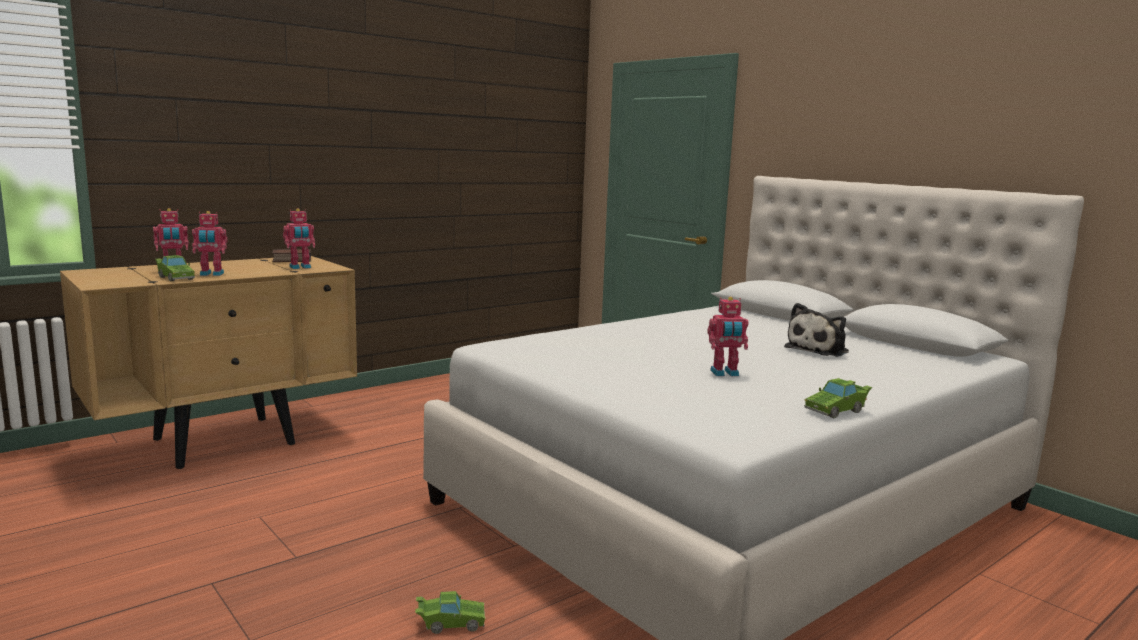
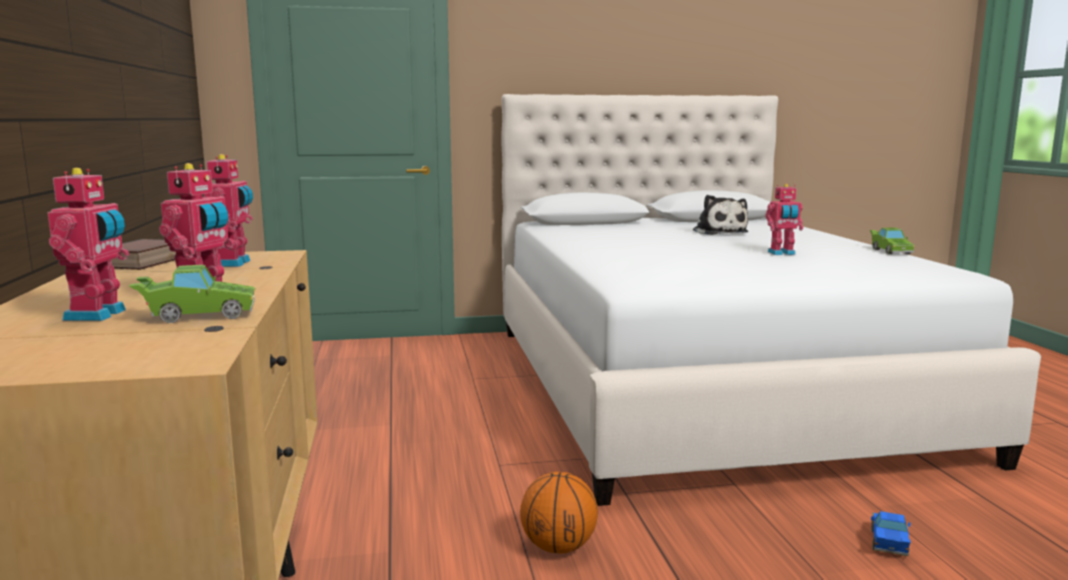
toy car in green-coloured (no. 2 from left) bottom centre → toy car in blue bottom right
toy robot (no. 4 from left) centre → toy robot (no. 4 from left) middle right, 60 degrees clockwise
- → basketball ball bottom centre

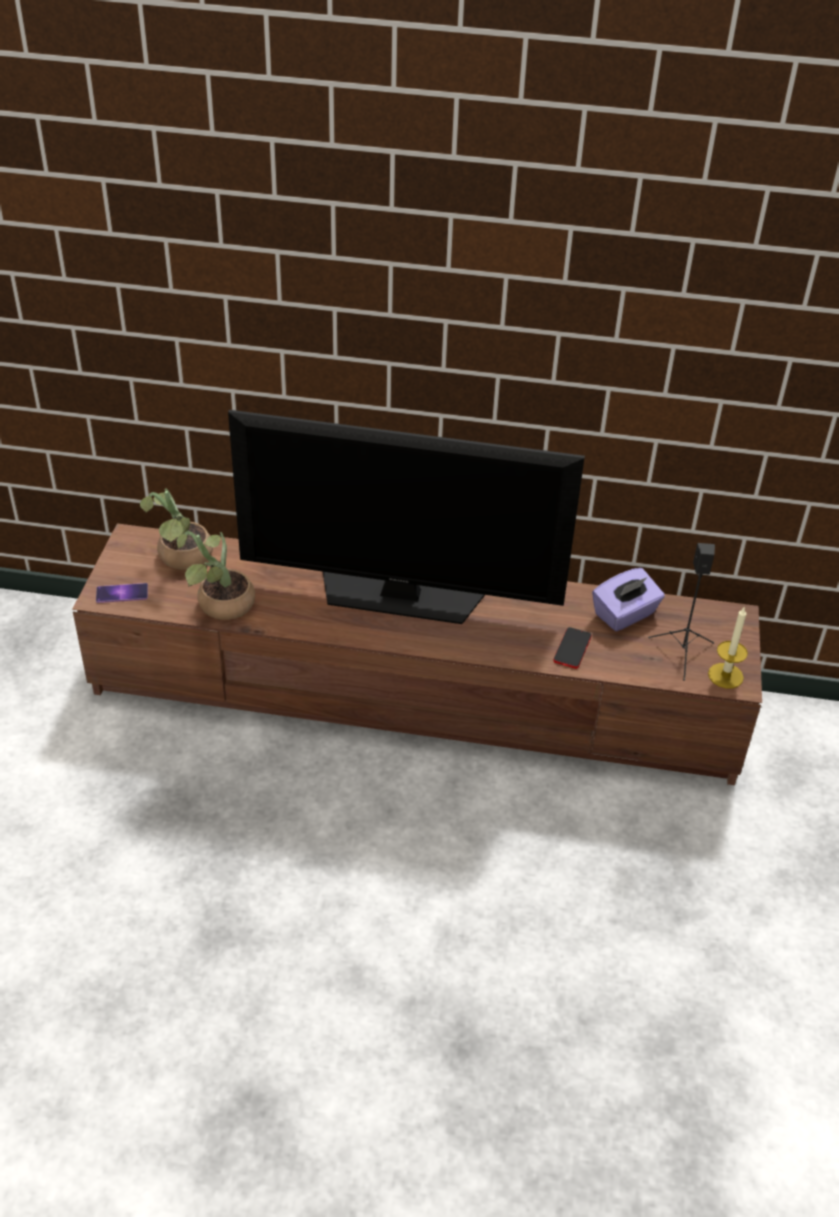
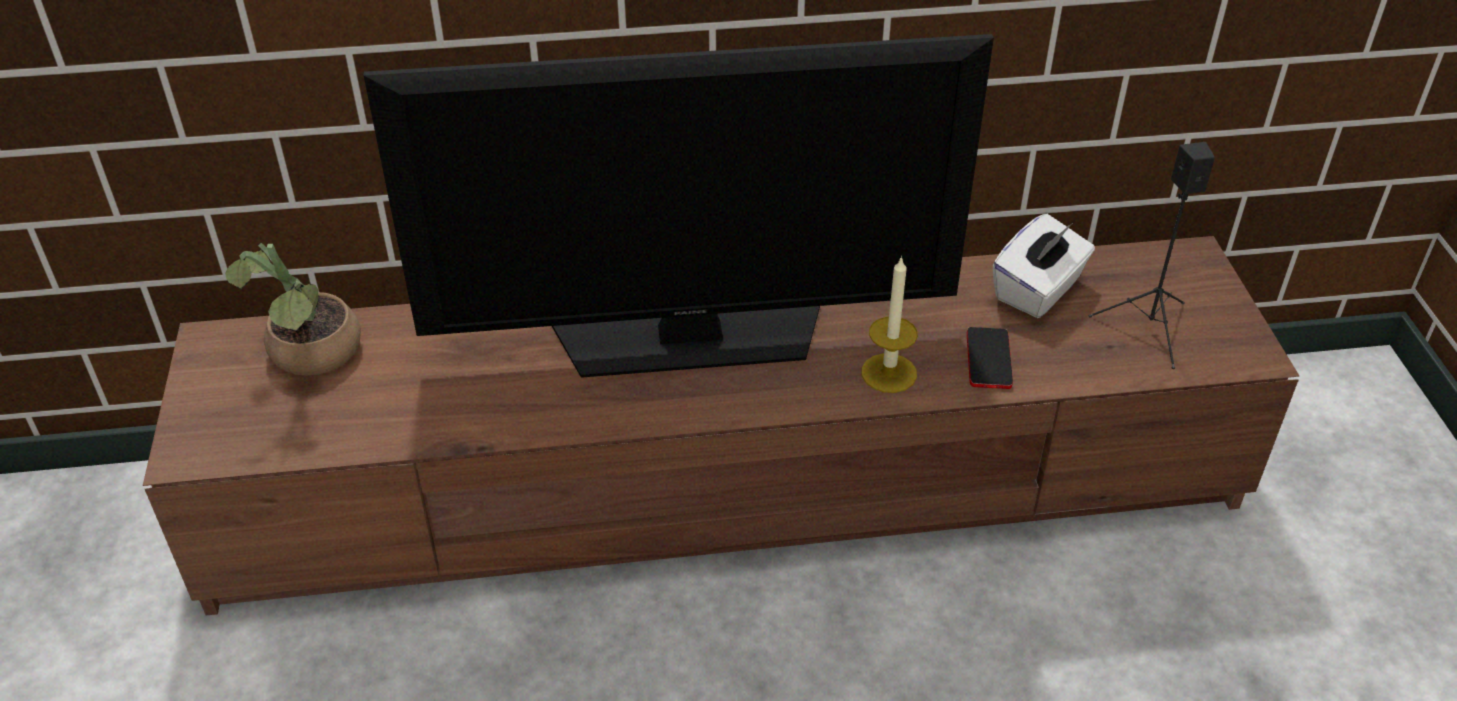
telephone (no. 1 from left) middle left → -
houseplant (no. 2 from left) middle left → -
tissue box in purple middle right → tissue box in whitish middle right
candle middle right → candle centre, shifted

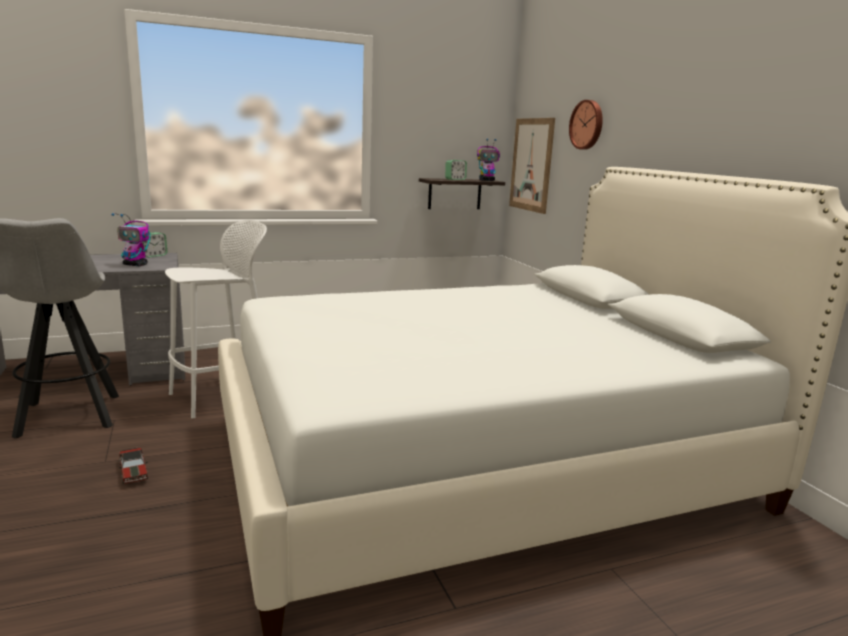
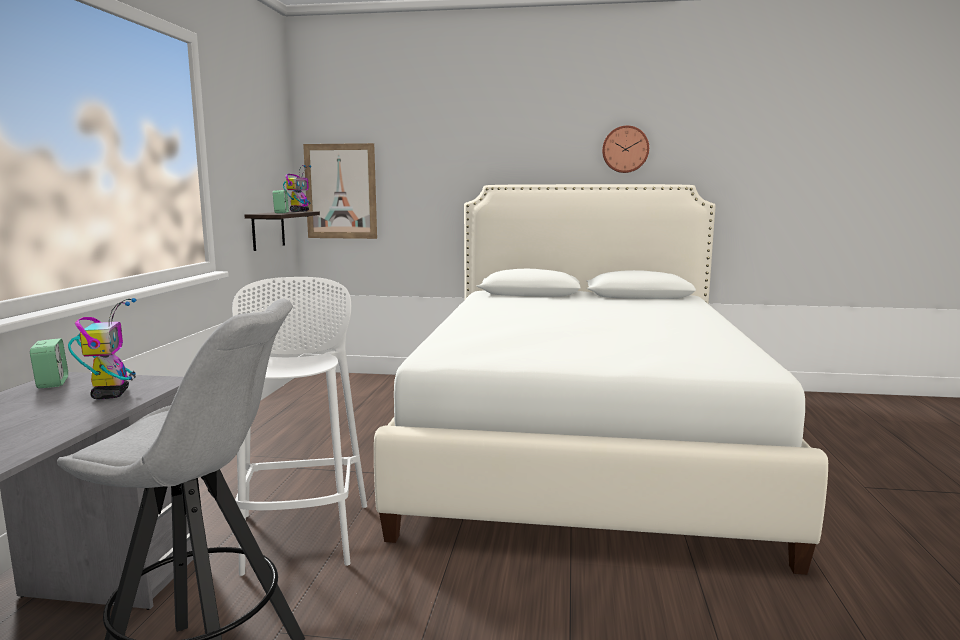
toy robot (no. 1 from left) middle left, 60 degrees counterclockwise
toy car bottom left → -
wall clock top right → wall clock top centre, shifted

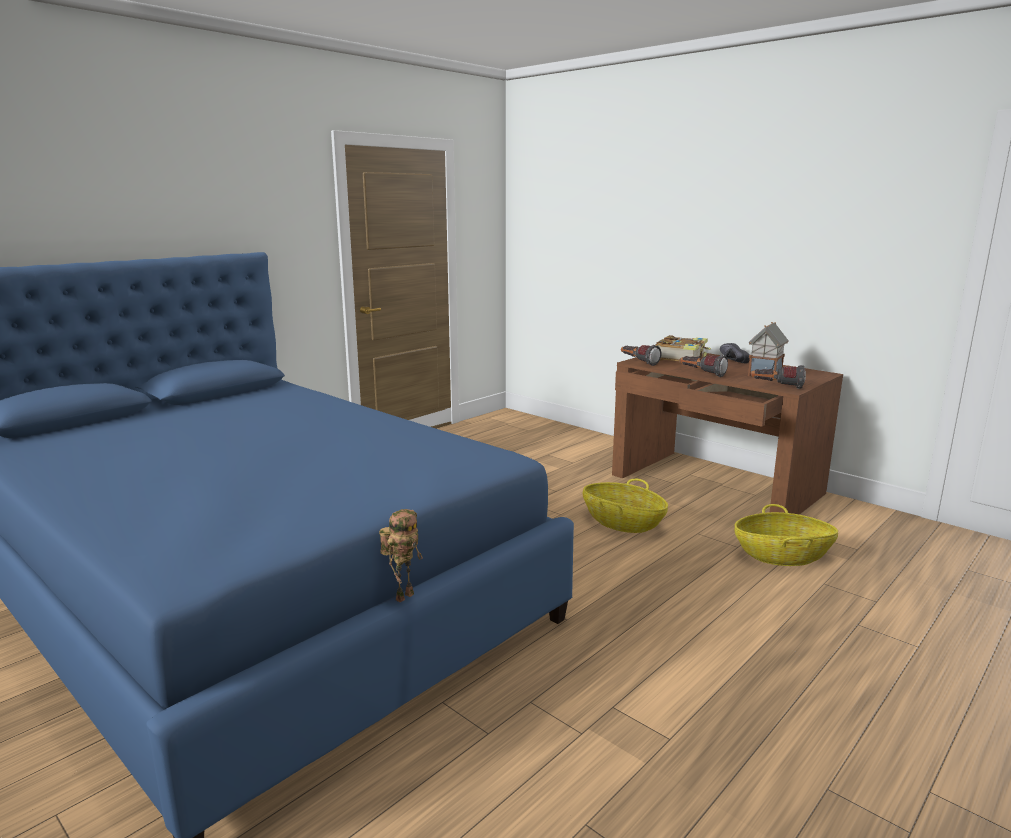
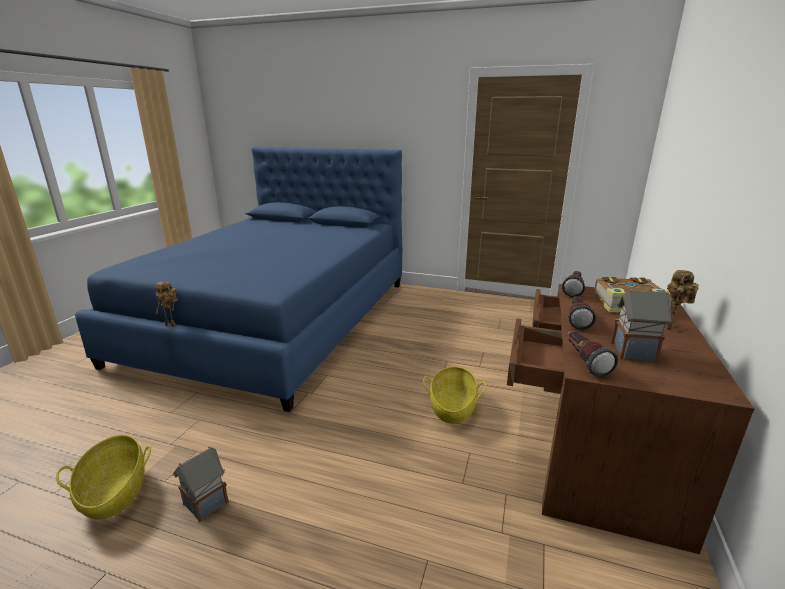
low shoe in blackish middle right → toy robot (no. 2 from left) middle right
basket (no. 2 from left in the first image) middle right → basket (no. 1 from left) bottom left, shifted
- → model house (no. 1 from left) bottom left

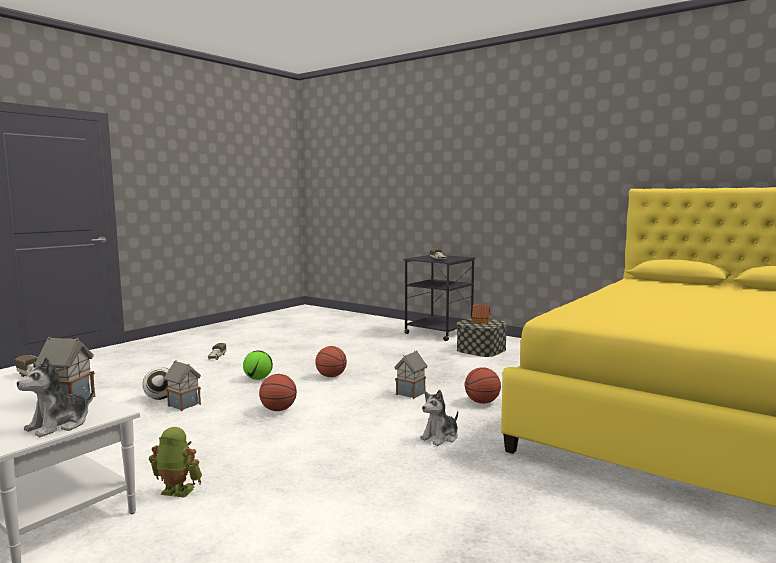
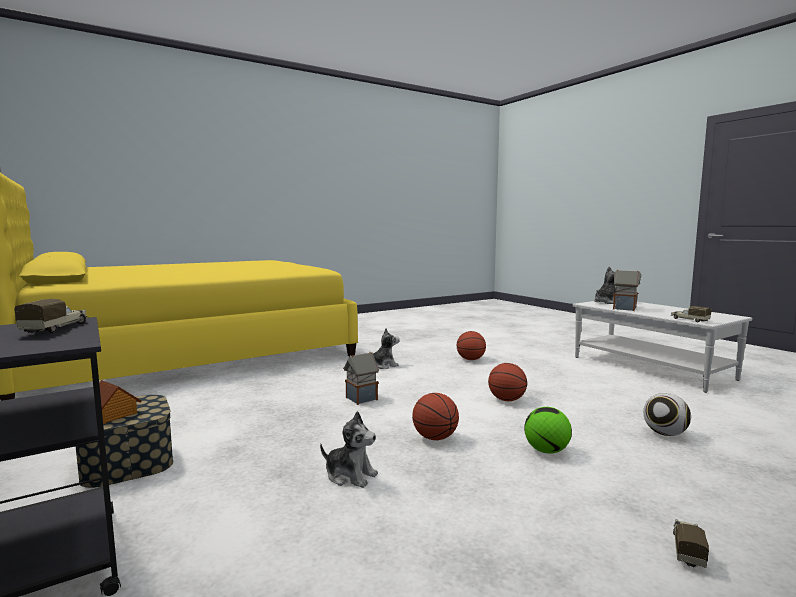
toy robot bottom left → -
model house (no. 2 from left) bottom left → -
basketball ball (no. 3 from left in the first image) bottom centre → basketball ball (no. 2 from left) centre, shifted
- → soft toy (no. 1 from left) bottom centre

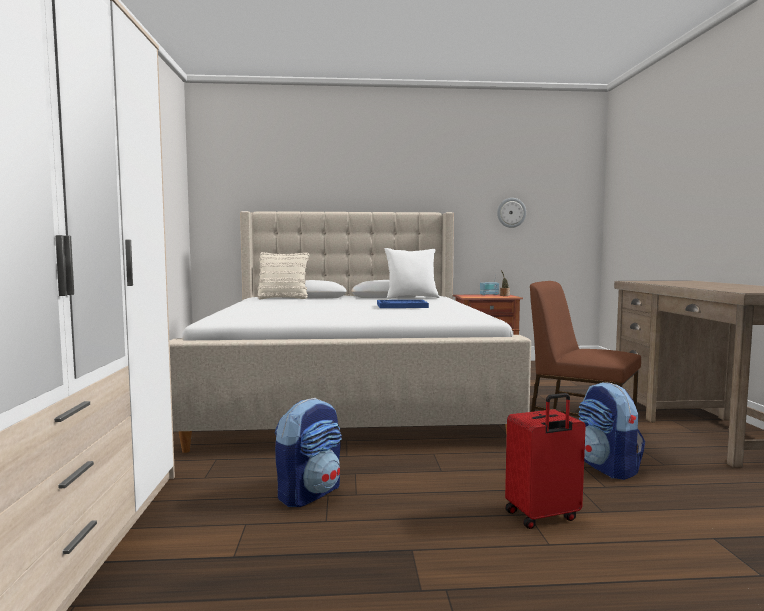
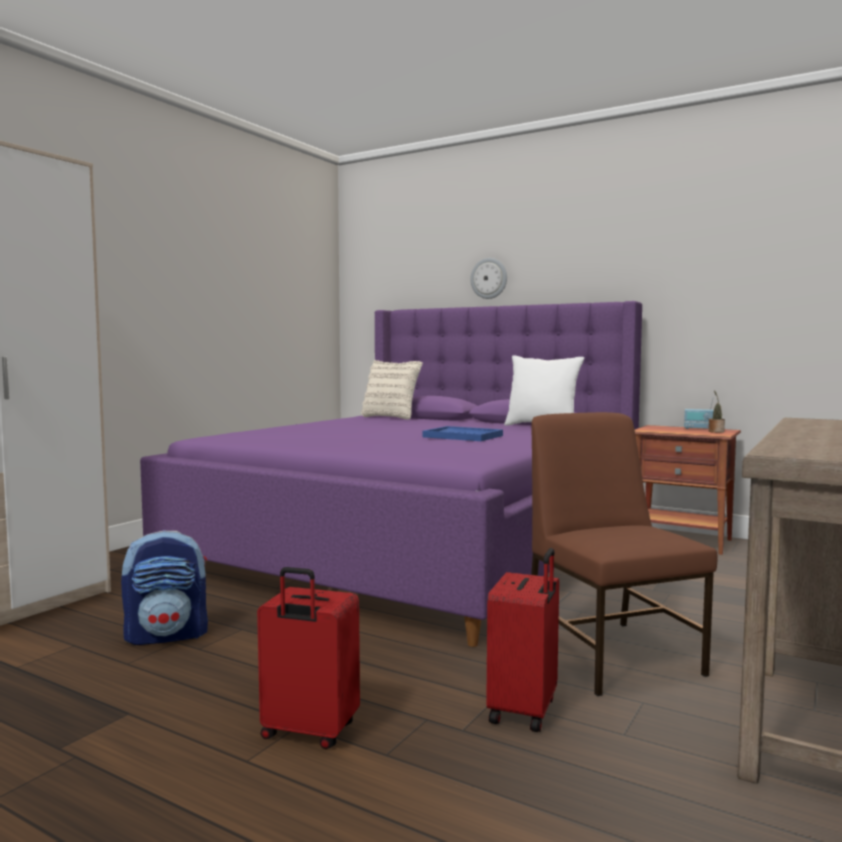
bed in beige-coloured centre → bed in purple centre
wall clock middle right → wall clock top centre, shifted
knapsack (no. 2 from left) bottom right → travel case in red (no. 2 from left) bottom centre

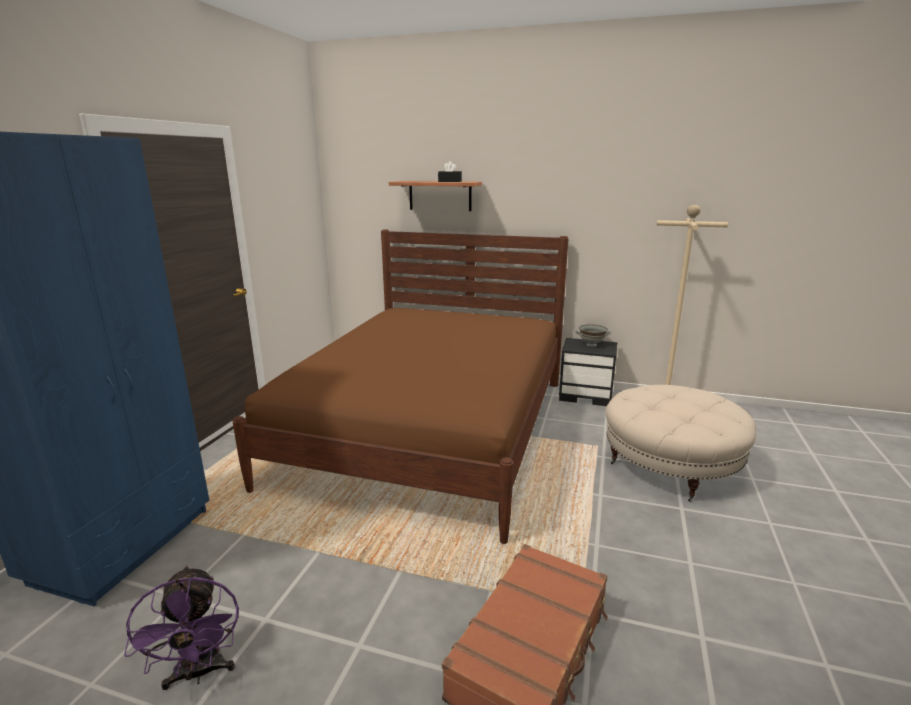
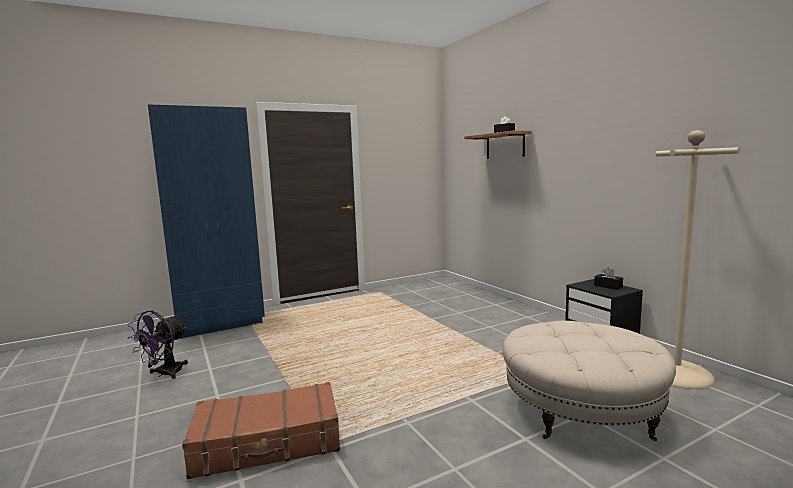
bed in brown-coloured centre → -
serving bowl in greyish centre → tissue box in blackish (no. 2 from left) middle right

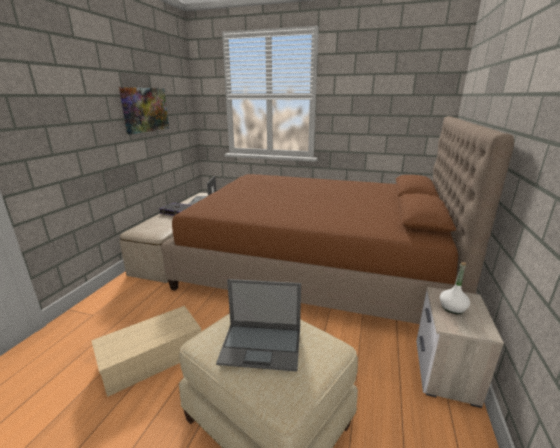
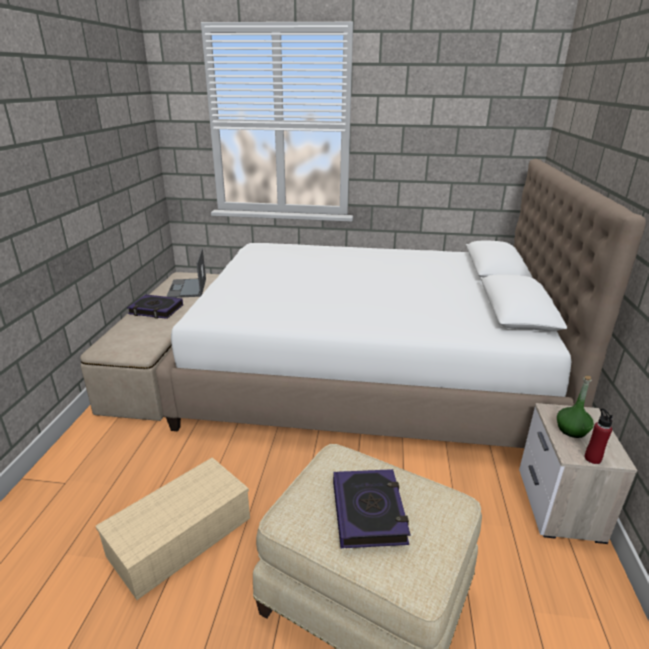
wall picture top left → -
bed in brown-coloured centre → bed in whitish centre
laptop (no. 2 from left) bottom centre → bound book (no. 2 from left) bottom centre
drink bottle in whitish middle right → drink bottle in green-coloured middle right
- → drink bottle in red bottom right

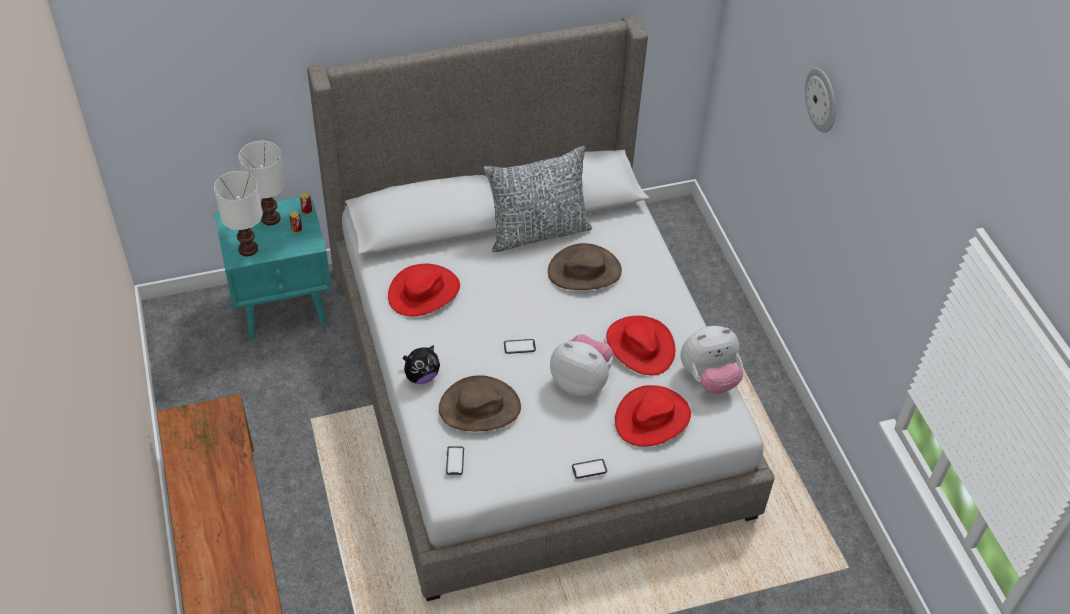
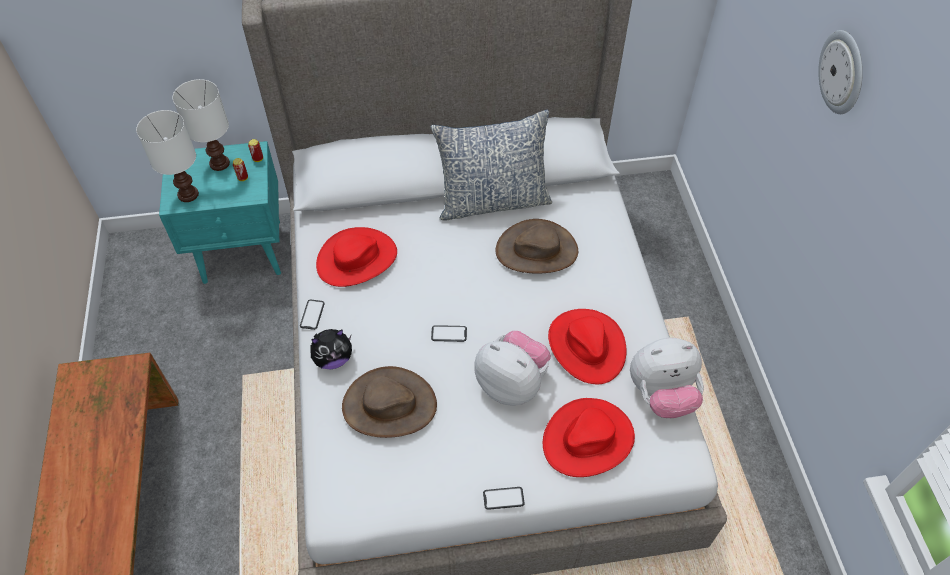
telephone (no. 1 from left) bottom centre → telephone (no. 1 from left) middle left, shifted

